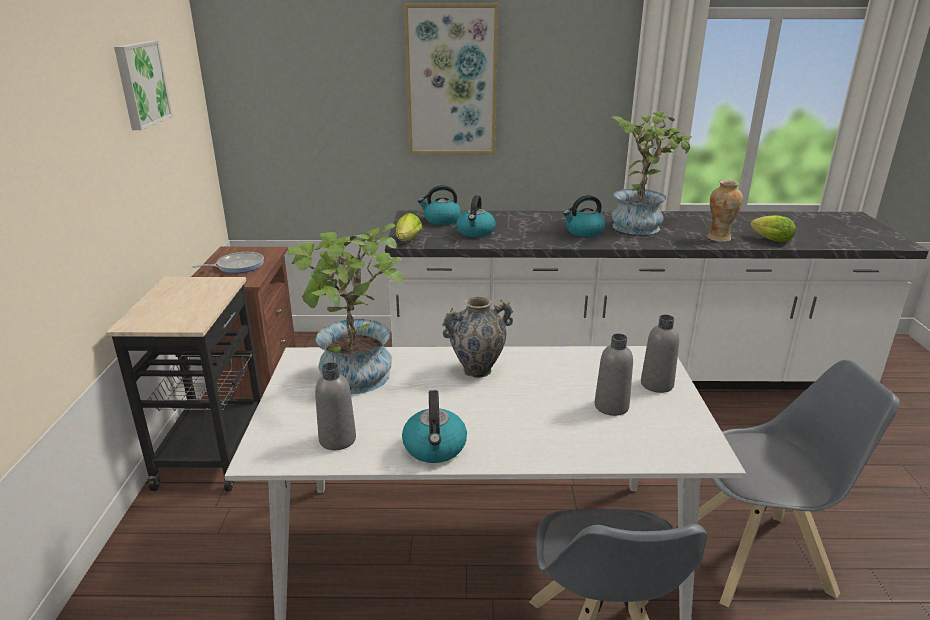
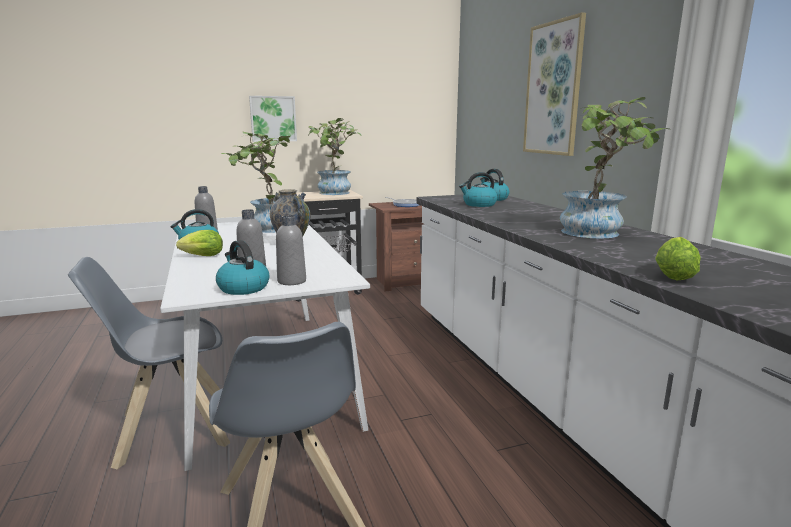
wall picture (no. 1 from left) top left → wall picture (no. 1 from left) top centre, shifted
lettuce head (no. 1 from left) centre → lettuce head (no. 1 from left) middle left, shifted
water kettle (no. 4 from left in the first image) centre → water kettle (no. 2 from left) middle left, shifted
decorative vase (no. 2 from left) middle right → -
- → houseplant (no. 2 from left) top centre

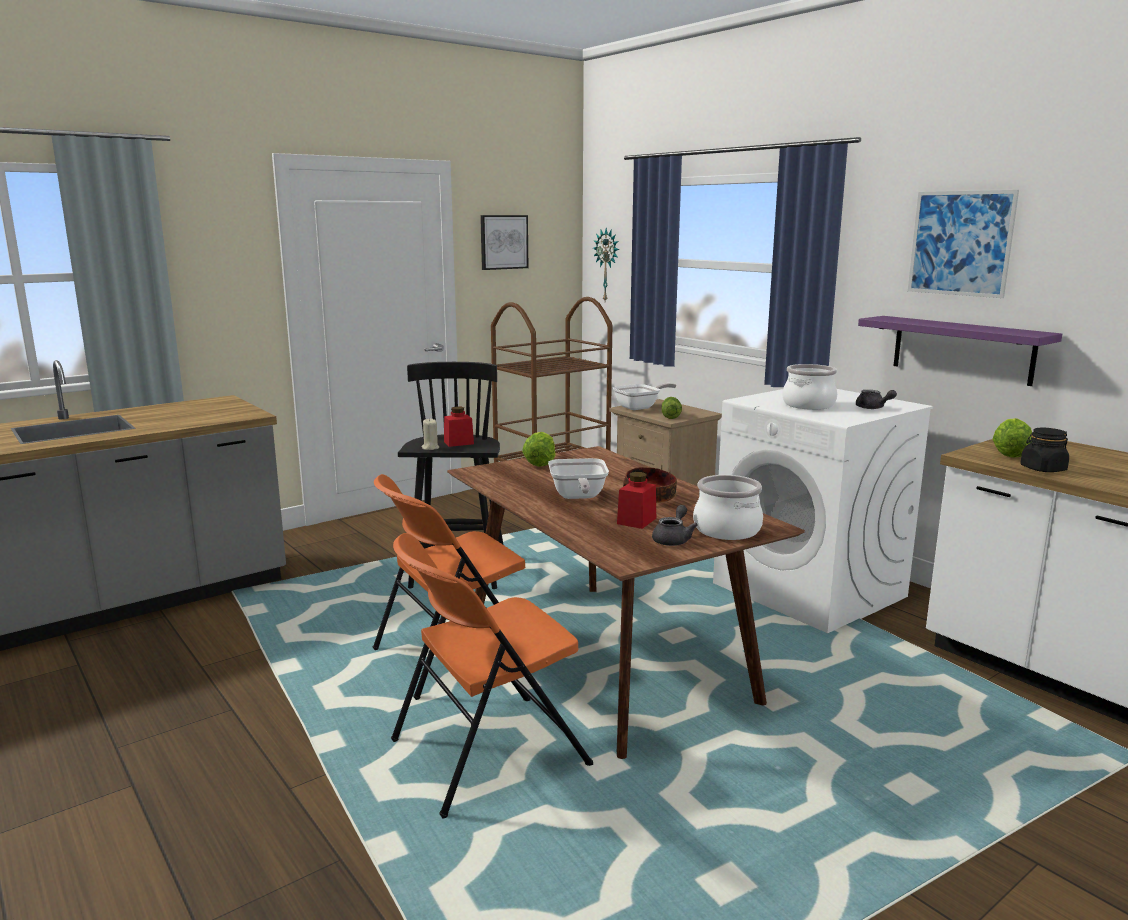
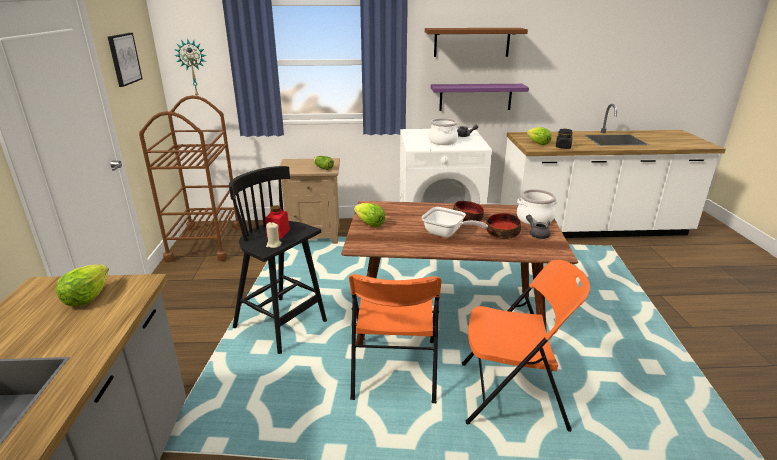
chair in orange-coloured (no. 2 from left) bottom centre → chair in orange-coloured (no. 2 from left) bottom right, 90 degrees counterclockwise
pan (no. 2 from left) centre → -
storage jar in red (no. 2 from left) centre → serving bowl (no. 2 from left) centre
wall picture (no. 2 from left) top right → wall shelf in brown-coloured top centre
- → lettuce head (no. 1 from left) middle left

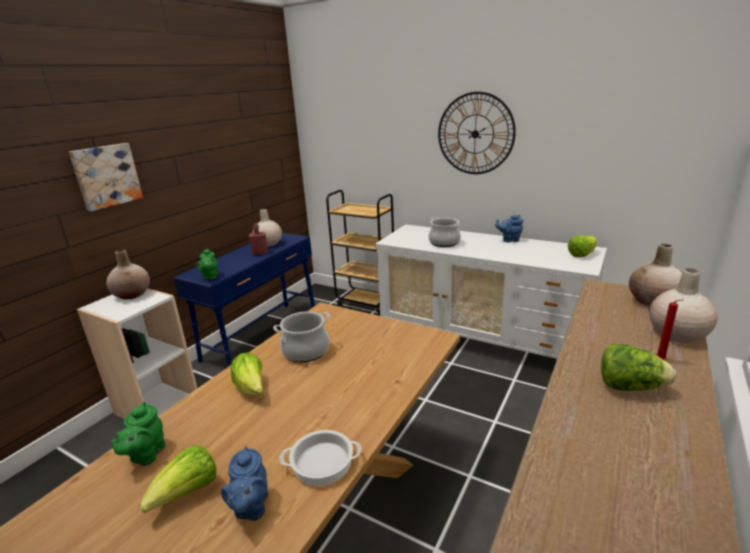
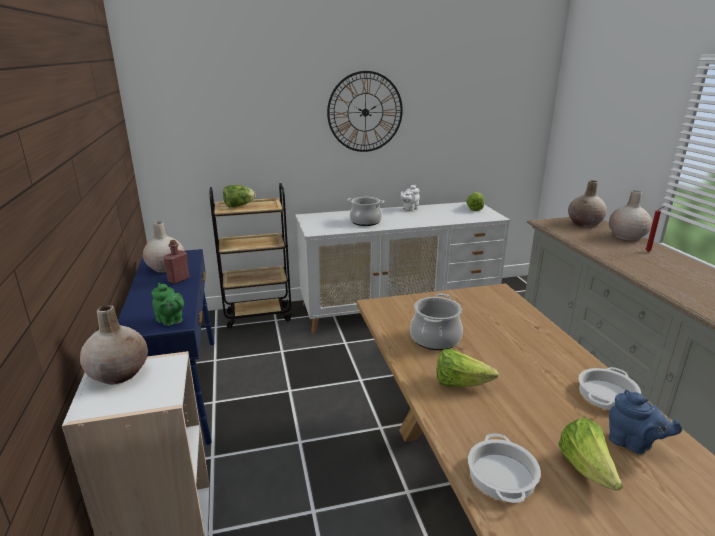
wall picture top left → -
tea pot in green-coloured (no. 1 from left) bottom left → saucepot (no. 3 from left) bottom right
tea pot in blue (no. 2 from left) middle right → tea pot in whitish centre
lettuce head (no. 4 from left in the first image) middle right → lettuce head (no. 1 from left) centre, shifted

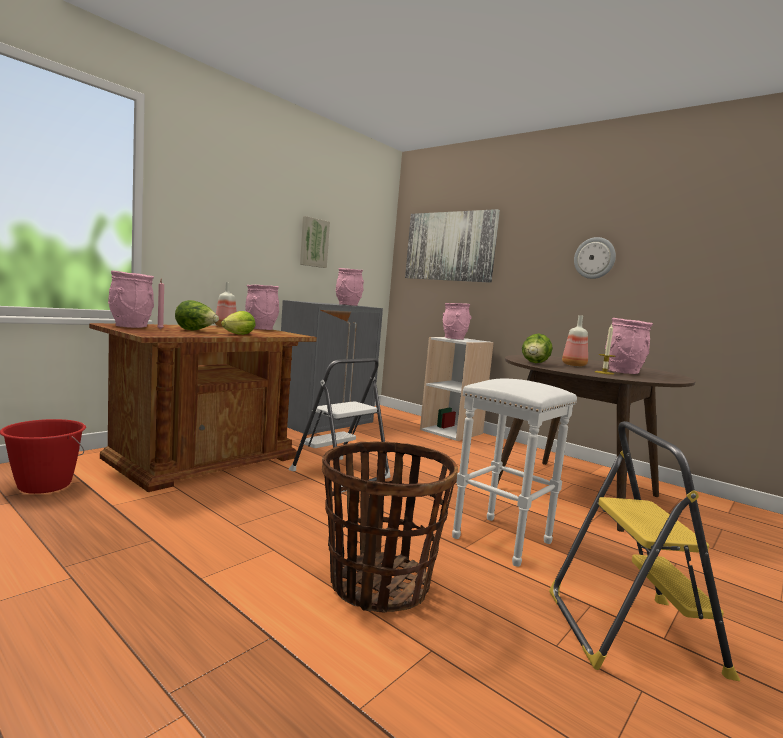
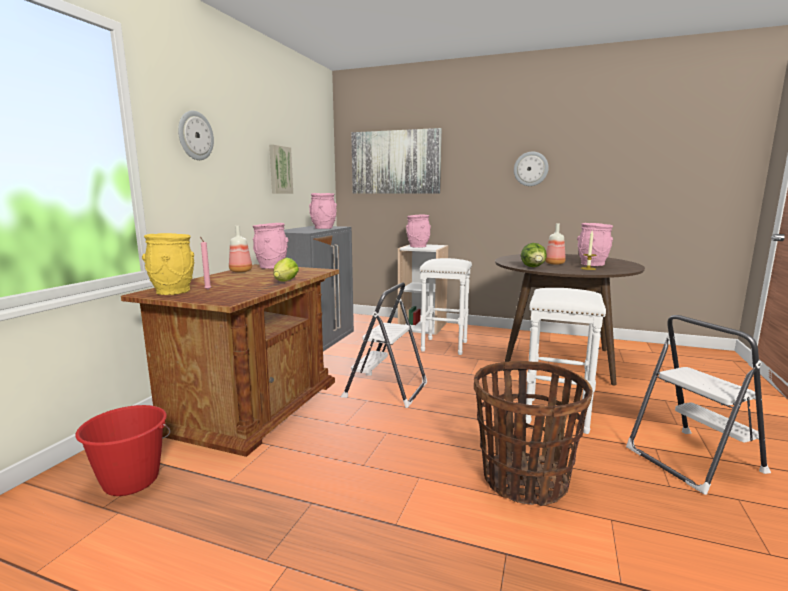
decorative vase in pink-coloured (no. 1 from left) middle left → decorative vase in yellowish middle left
lettuce head (no. 1 from left) middle left → -
stepladder in yellowish bottom right → stepladder in whitish (no. 2 from left) bottom right
- → wall clock (no. 1 from left) top left
- → sitting stool in whitish (no. 1 from left) centre

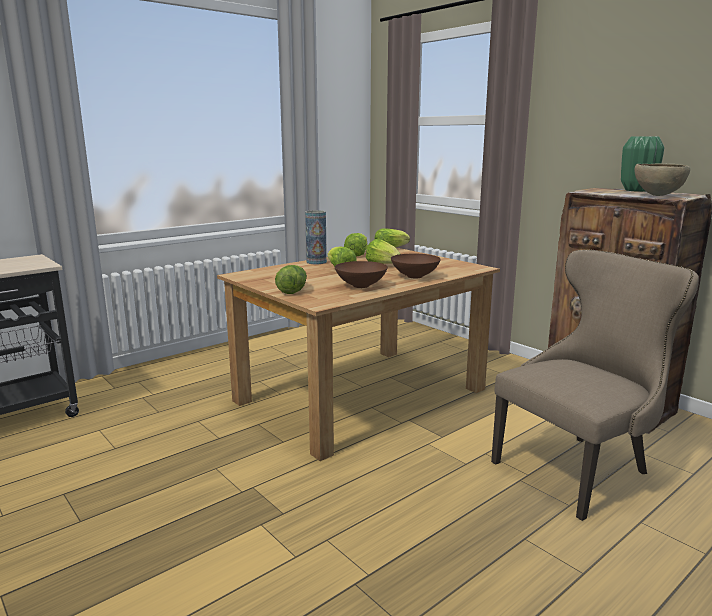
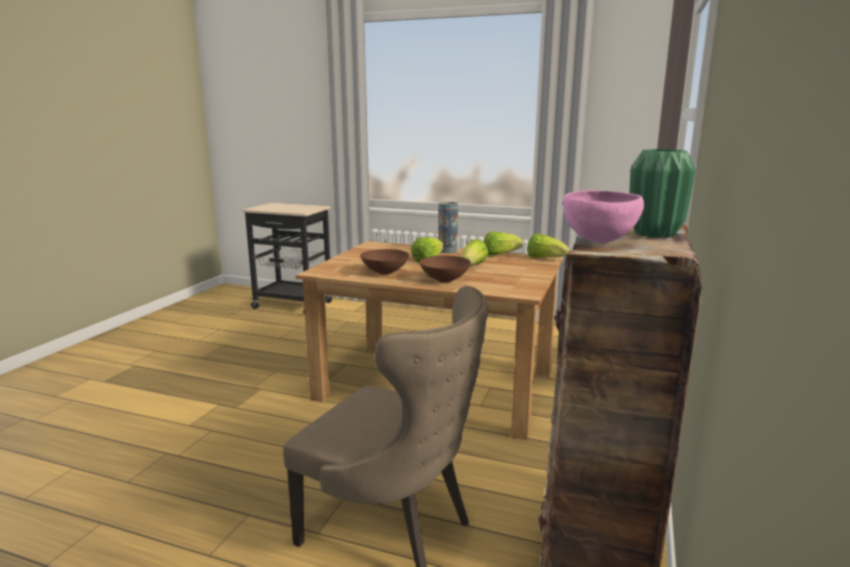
lettuce head (no. 1 from left) centre → -
serving bowl in brown-coloured (no. 3 from left) top right → serving bowl in pink-coloured middle right

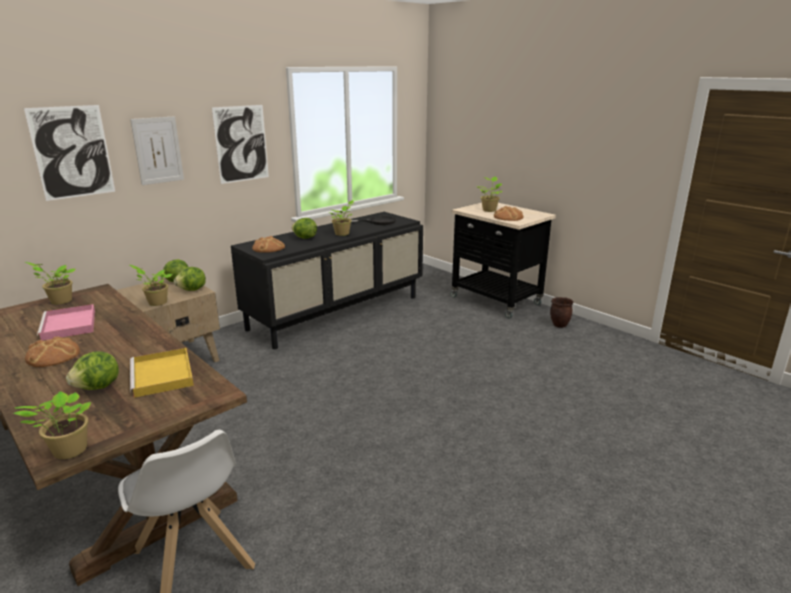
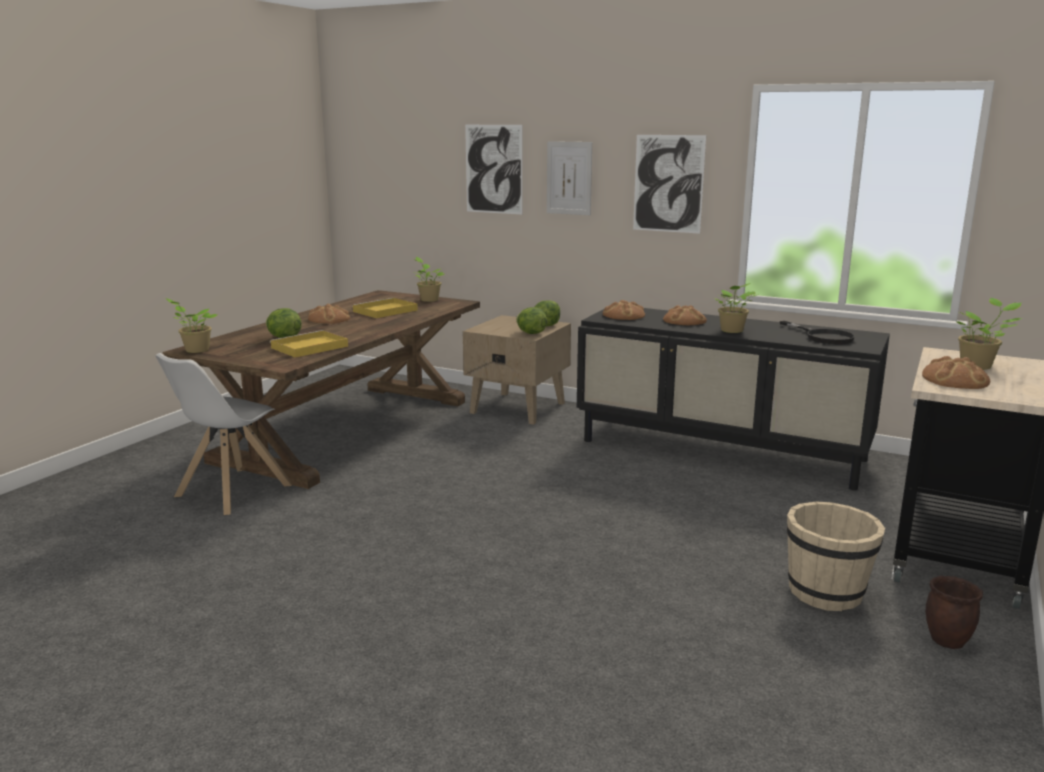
carrying tray in pink-coloured middle left → carrying tray in yellowish (no. 2 from left) centre
houseplant (no. 3 from left) middle left → -
lettuce head (no. 4 from left) centre → bread (no. 3 from left) centre
- → pail in beige-coloured bottom right

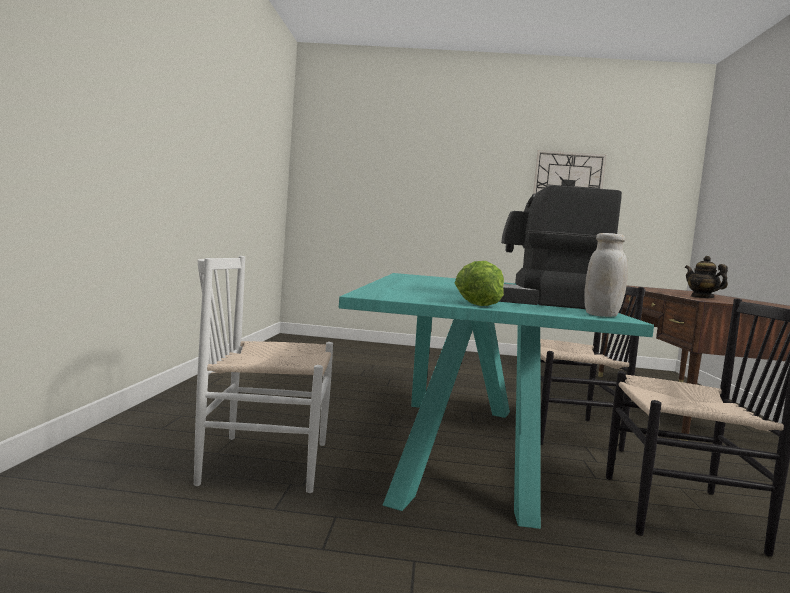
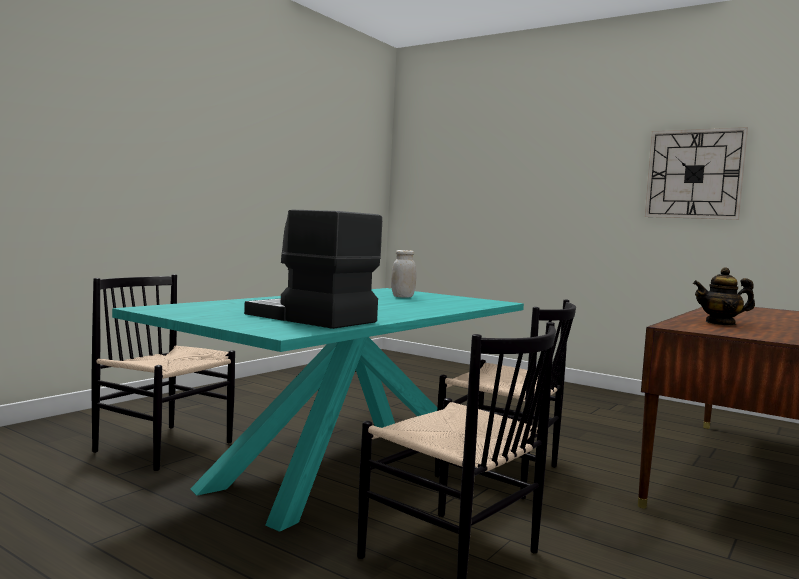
chair in whitish middle left → chair in blackish (no. 1 from left) middle left
lettuce head centre → -
storage jar in whitish middle right → storage jar in whitish centre, shifted
tea pot middle right, 90 degrees counterclockwise

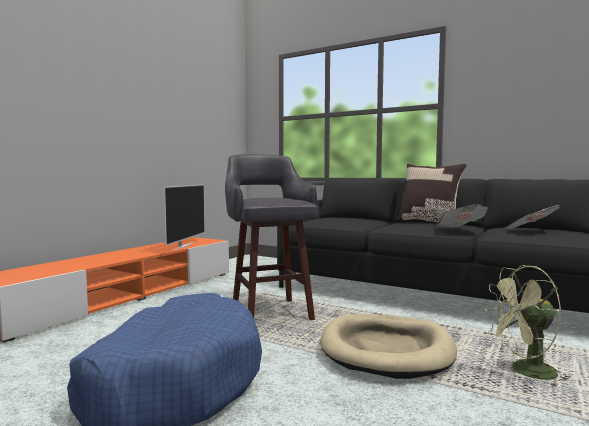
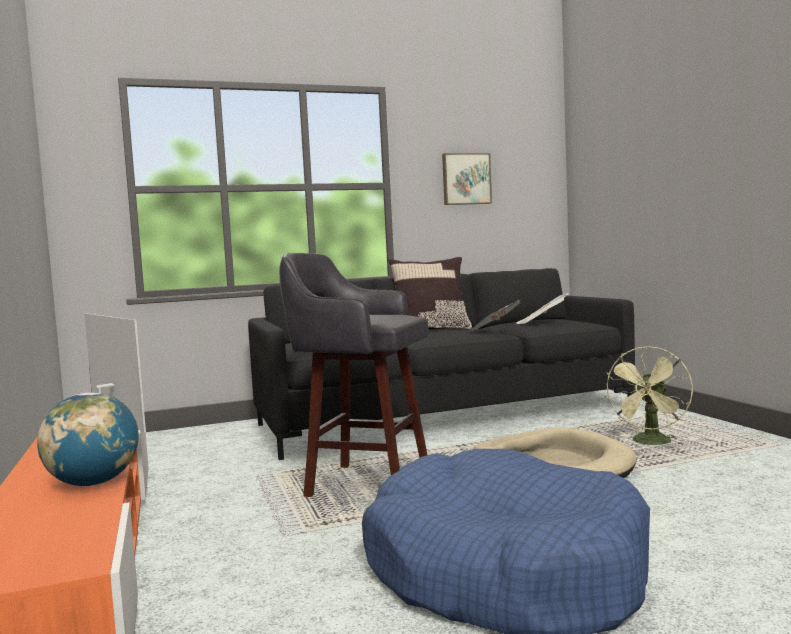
- → world globe bottom left
- → wall picture top centre

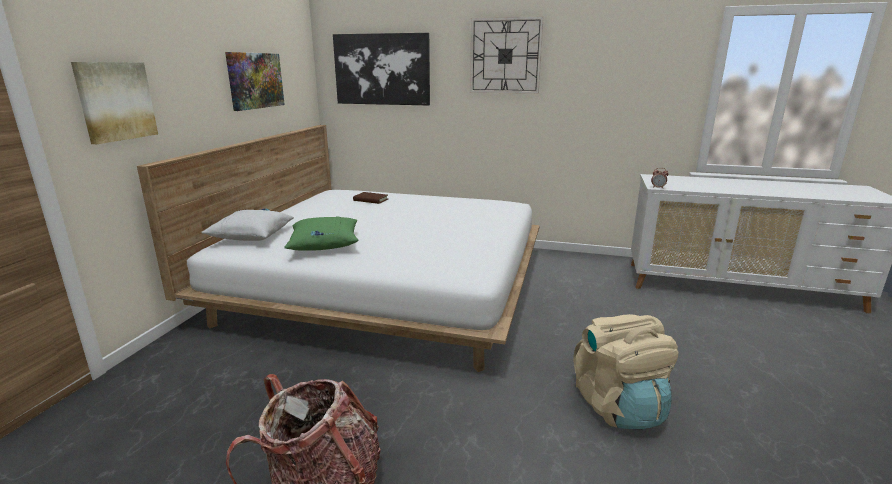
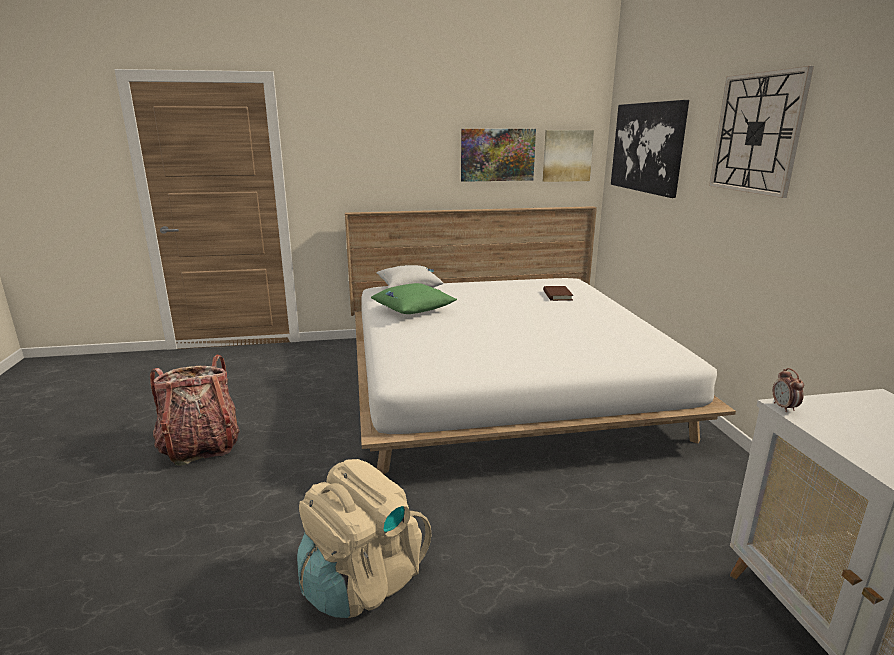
wall picture (no. 1 from left in the first image) top left → wall picture (no. 2 from left) top centre, shifted

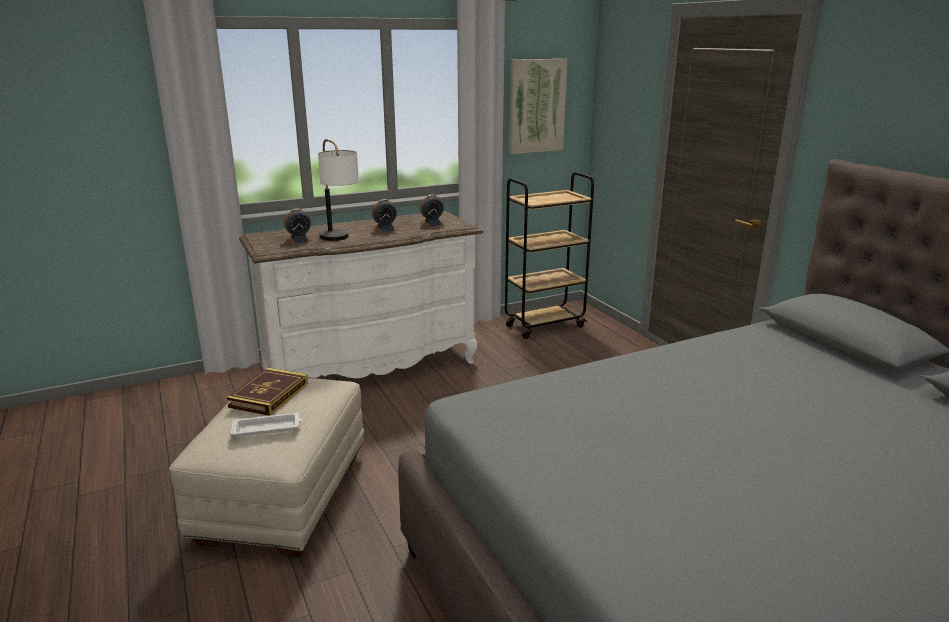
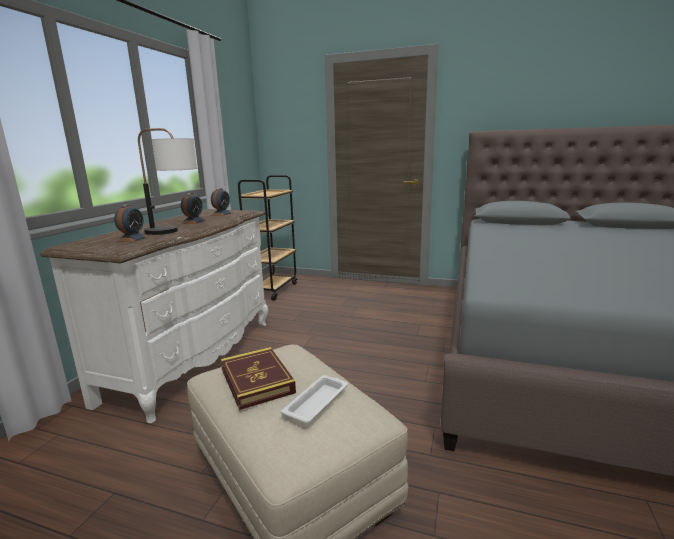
wall picture top centre → -

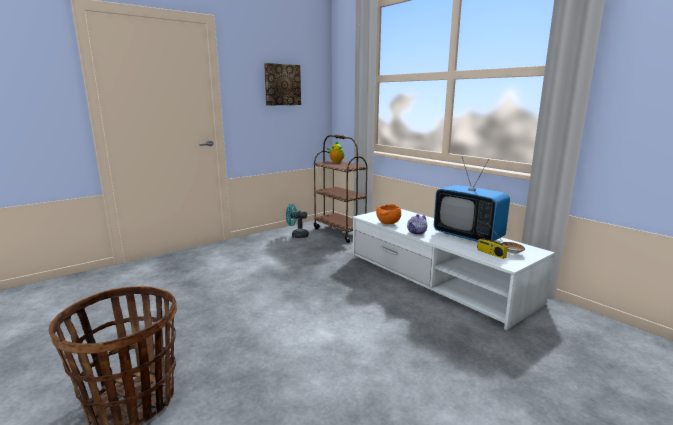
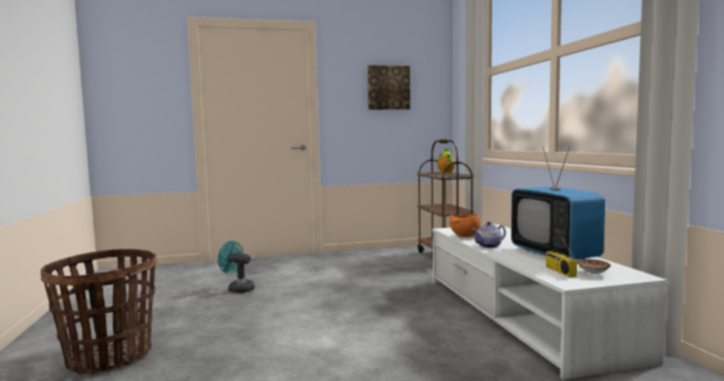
cooling fan in turquoise-coloured centre → cooling fan in turquoise-coloured bottom left, shifted

